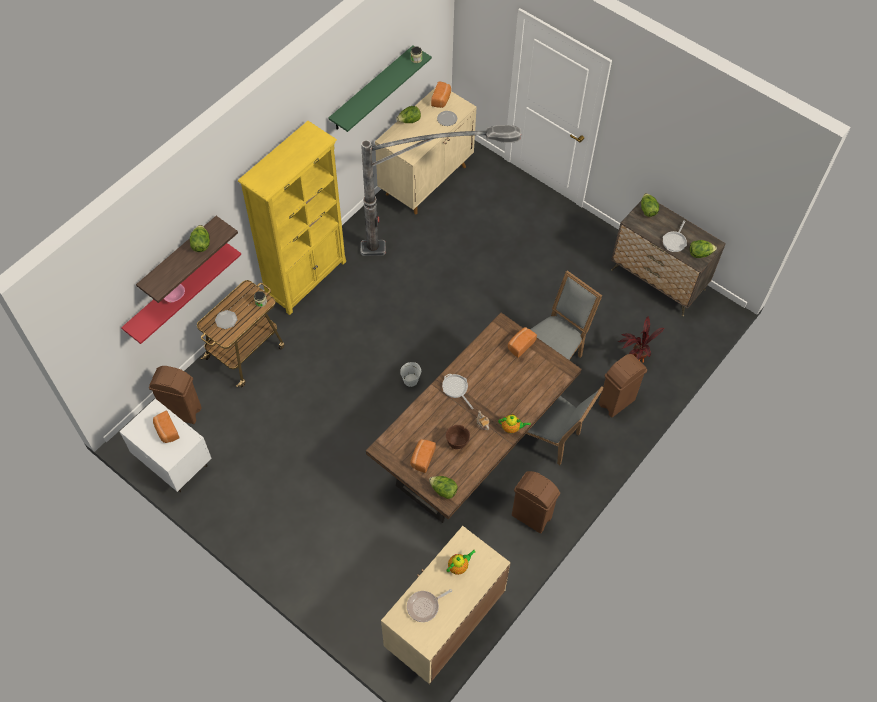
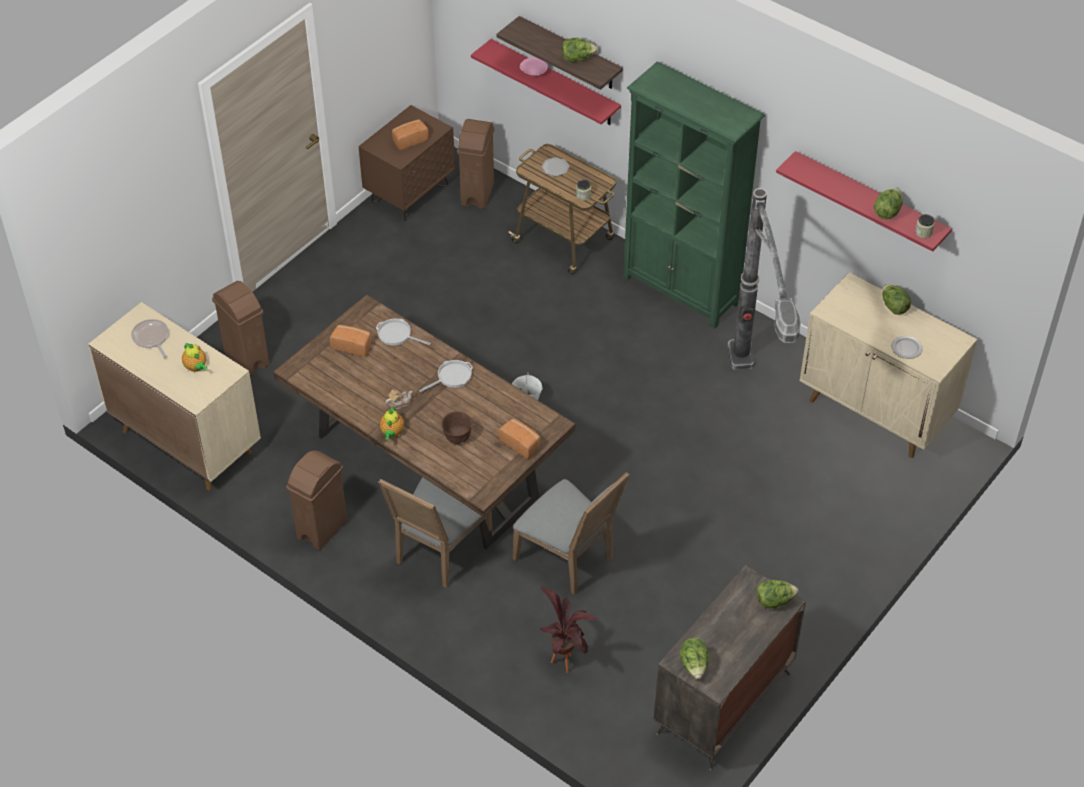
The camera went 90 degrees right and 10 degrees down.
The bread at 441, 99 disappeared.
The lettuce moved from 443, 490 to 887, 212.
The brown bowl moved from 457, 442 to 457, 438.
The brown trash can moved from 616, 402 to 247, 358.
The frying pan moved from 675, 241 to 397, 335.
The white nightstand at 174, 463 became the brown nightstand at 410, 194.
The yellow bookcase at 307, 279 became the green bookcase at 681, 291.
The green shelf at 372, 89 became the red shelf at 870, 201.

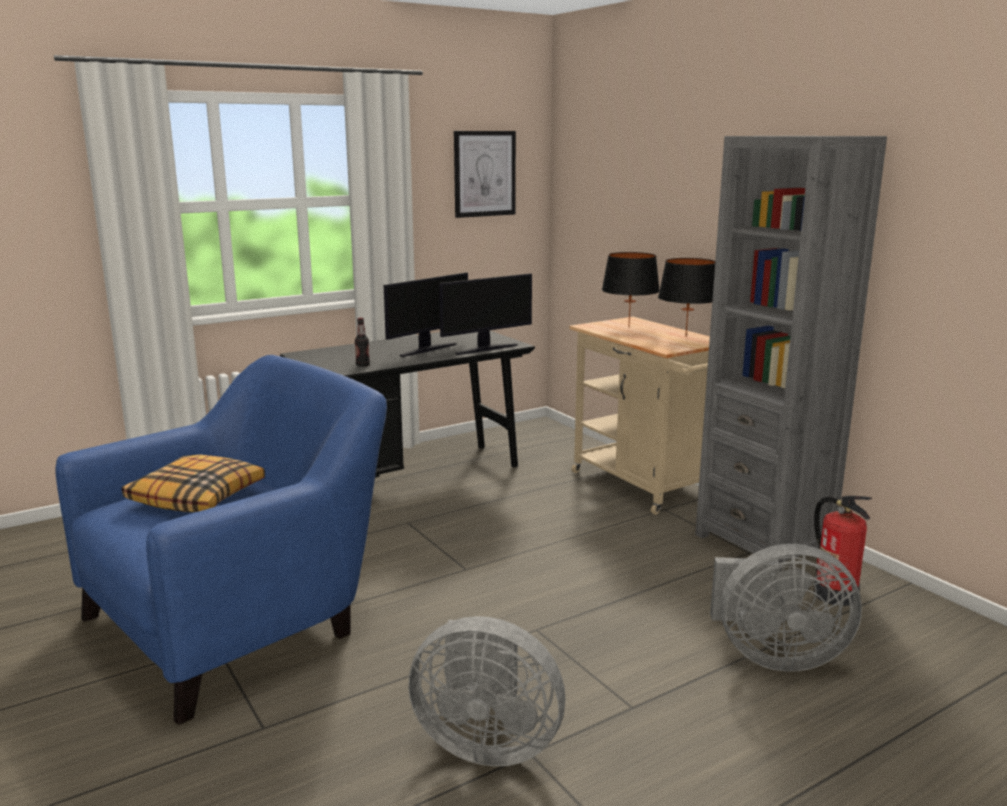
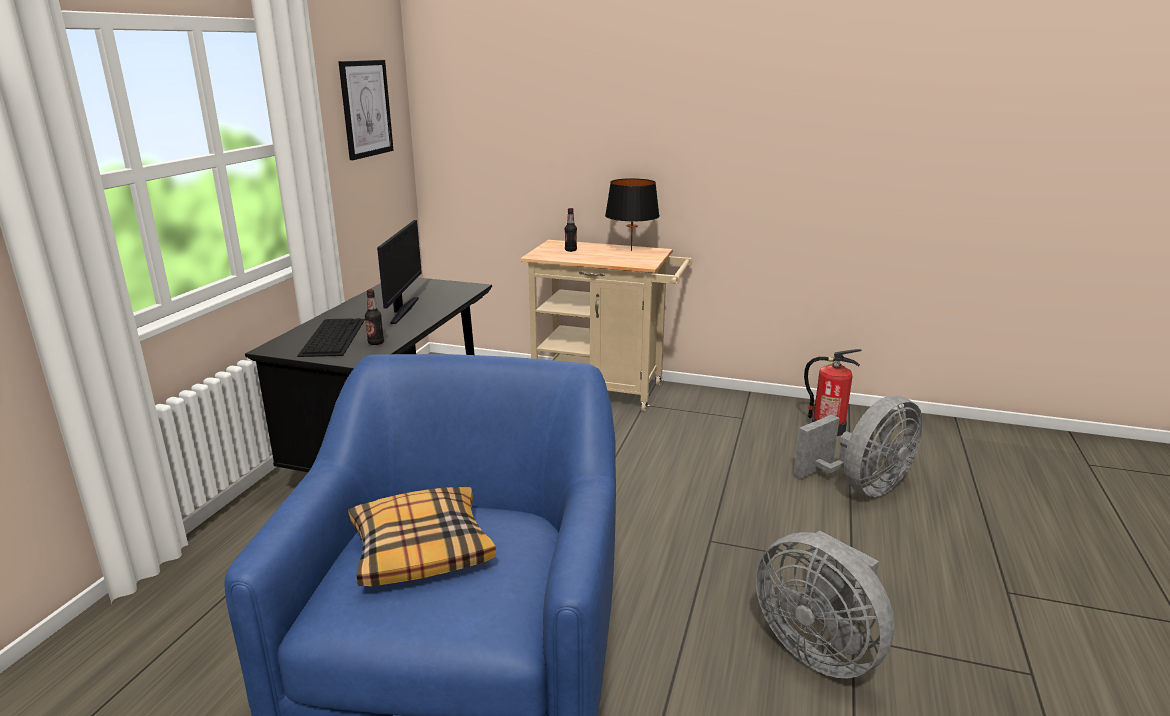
The camera went 40 degrees left and 5 degrees up.
The monitor at 485, 349 disappeared.
The grey bookcase at 763, 543 disappeared.
The keyboard at 333, 336 appeared.
The black table lamp at 628, 327 was replaced by the bottle at 570, 250.
The grey fan at 486, 743 turned 75 degrees clockwise.

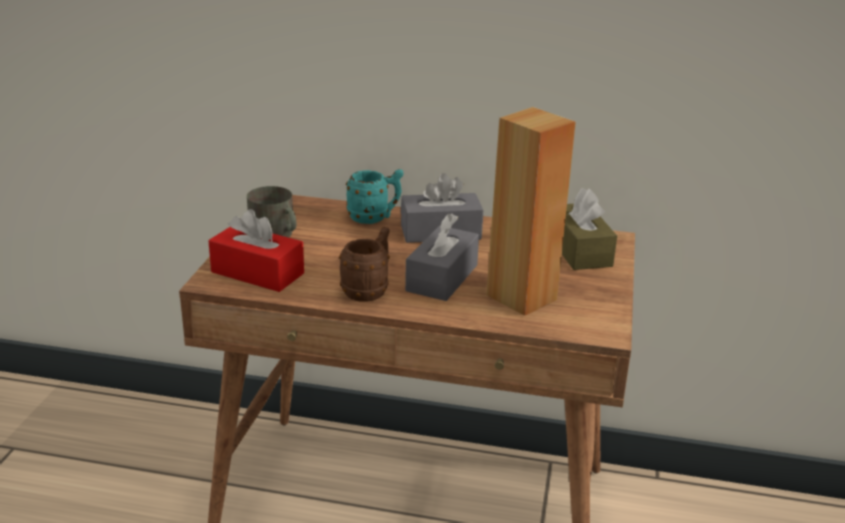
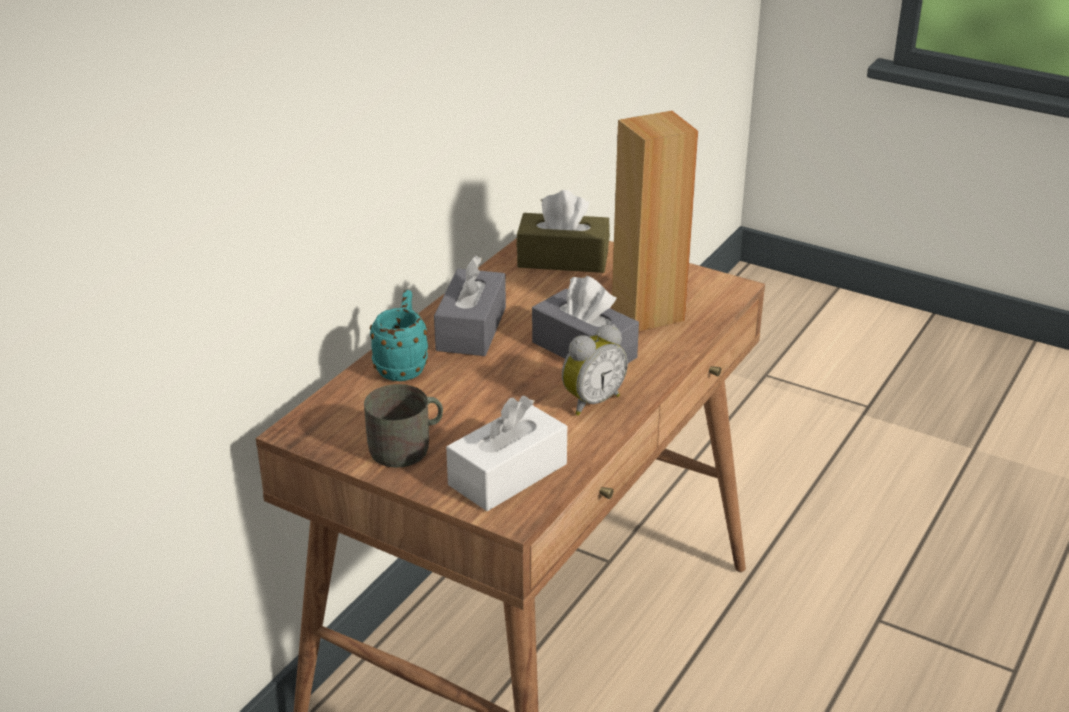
The camera went 70 degrees left and 5 degrees up.
The brown mug at 369, 290 was replaced by the alarm clock at 591, 401.
The red tissue box at 257, 273 became the white tissue box at 508, 474.

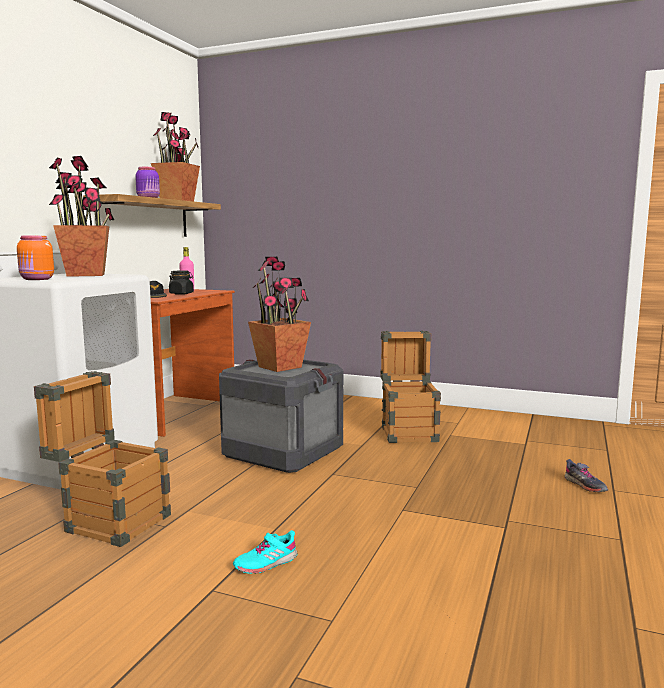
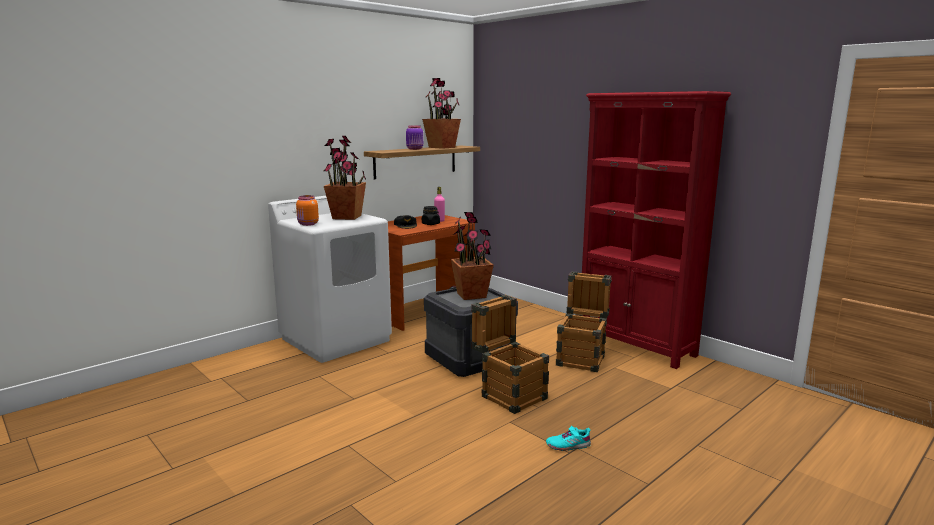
The camera went 25 degrees right and 5 degrees up.
The grey shoe at 585, 485 disappeared.
The red bookcase at 636, 345 appeared.
The crate moved from 110, 521 to 508, 394.
The turquoise shoe moved from 266, 563 to 568, 445.

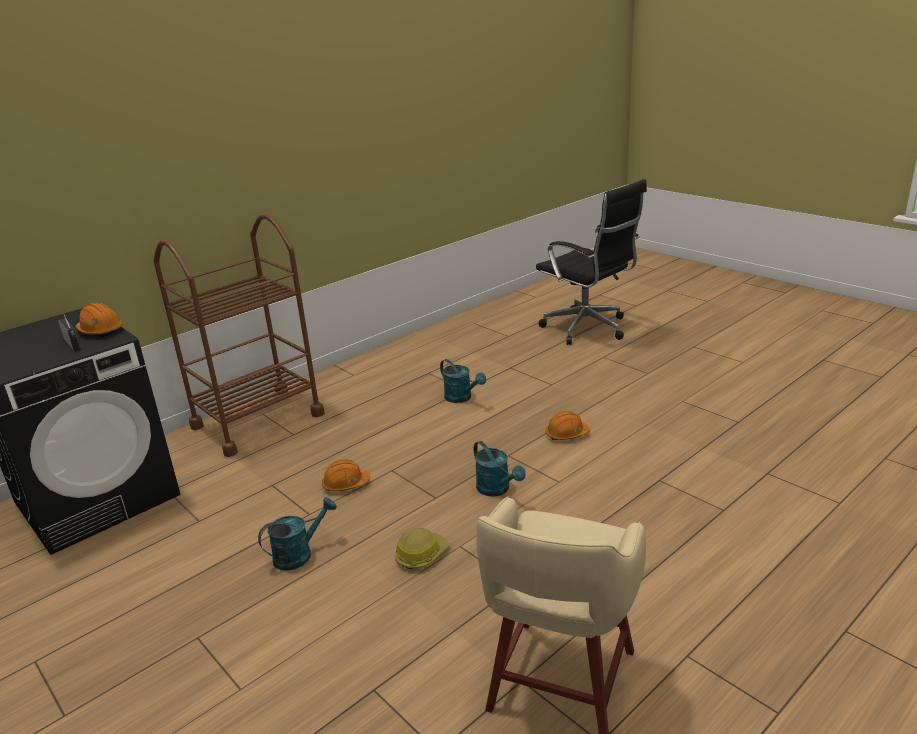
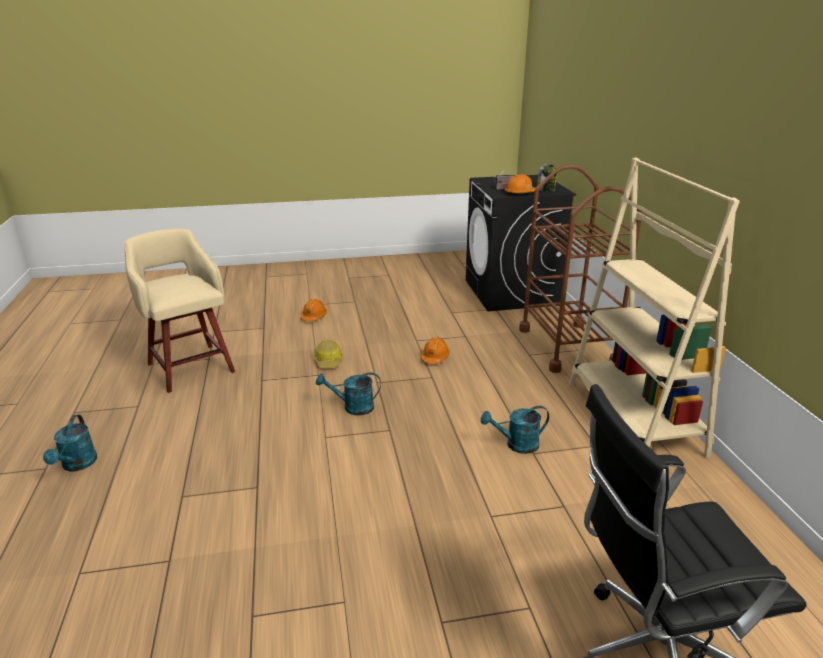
The camera went 120 degrees right and 0 degrees up.
The jar at 546, 189 appeared.
The beige bookcase at 633, 418 appeared.
The turquoise watering can moved from 299, 554 to 77, 465.
The orange hard hat moved from 566, 434 to 313, 317.

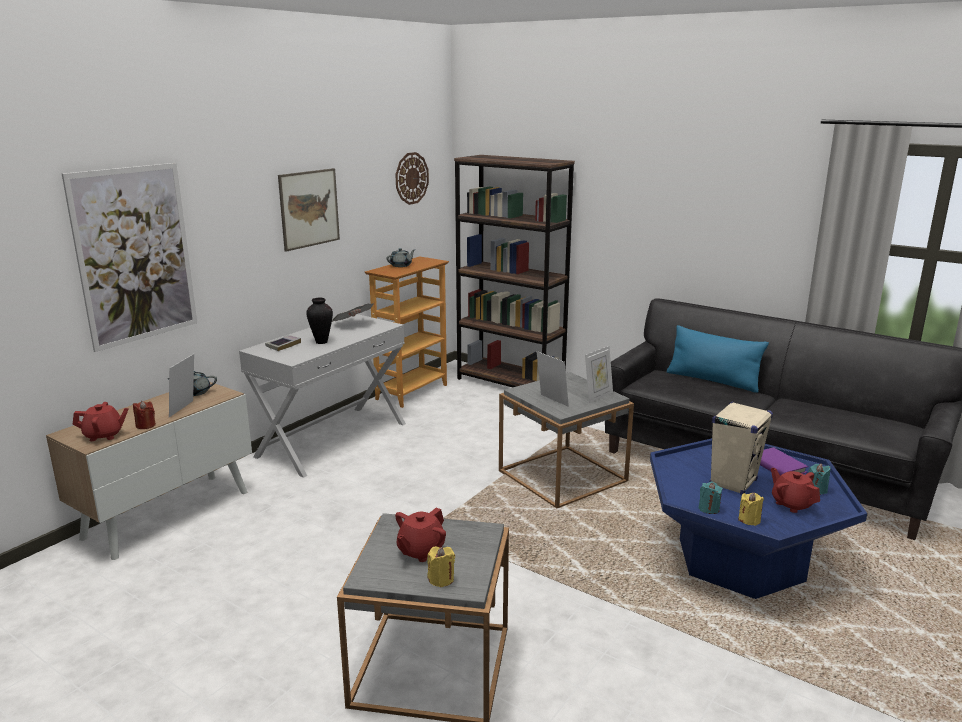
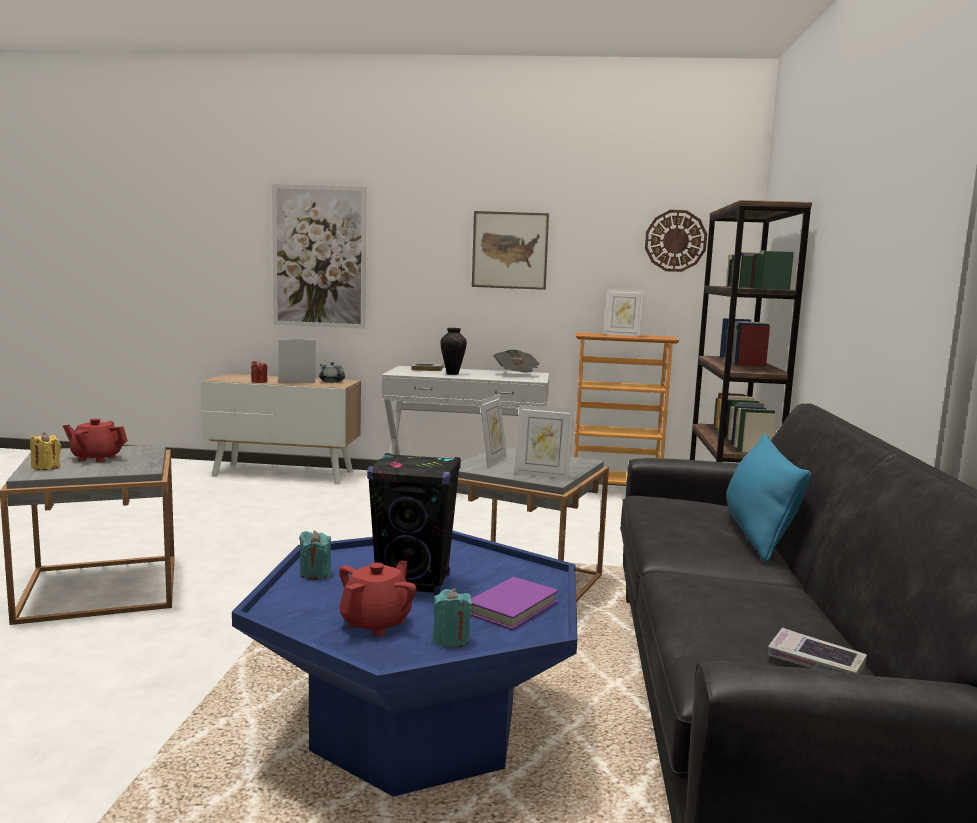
The camera went 60 degrees right and 10 degrees down.
The red teapot at 104, 435 disappeared.
The yellow candle at 749, 520 disappeared.
The book at 815, 662 appeared.
The grey teapot at 401, 265 was replaced by the picture frame at 622, 335.
The beige speaker at 733, 483 became the black speaker at 414, 582.

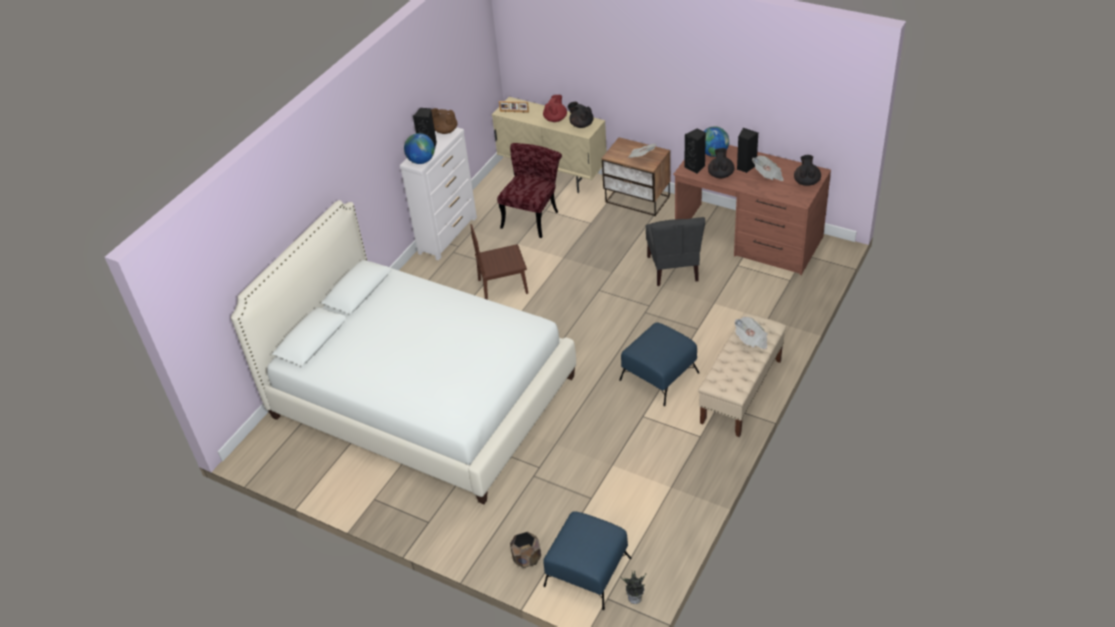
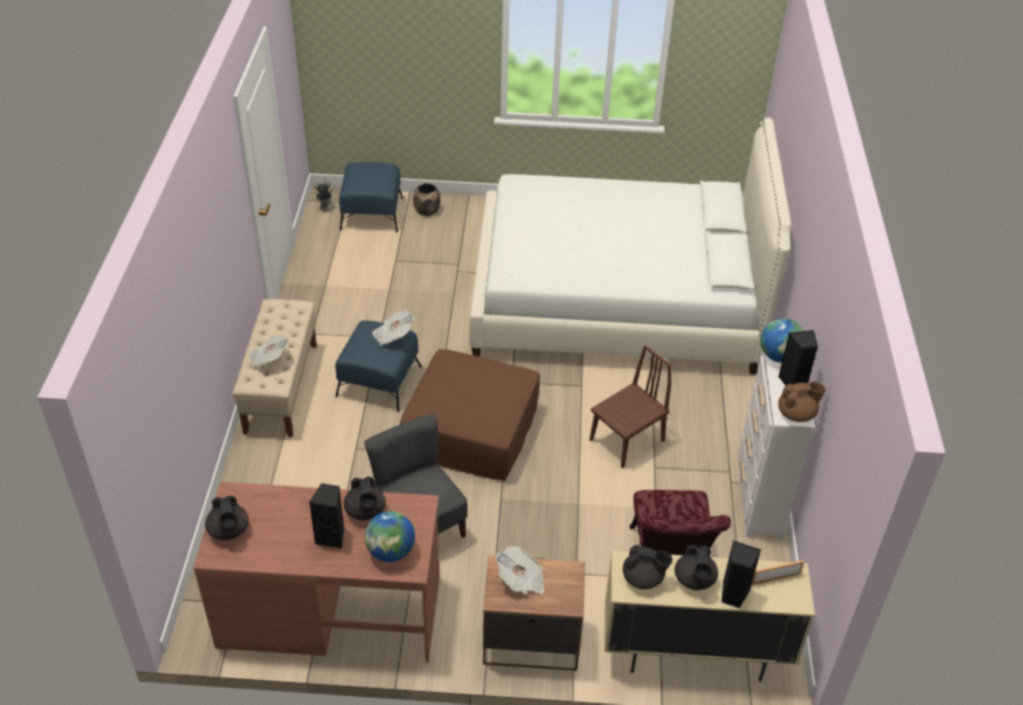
The camera went 150 degrees right and 0 degrees up.
The brown ottoman at 471, 431 appeared.
The black speaker moved from 695, 167 to 733, 594.
The newspaper moved from 768, 176 to 393, 336.
The red teapot at 555, 119 became the black teapot at 694, 580.

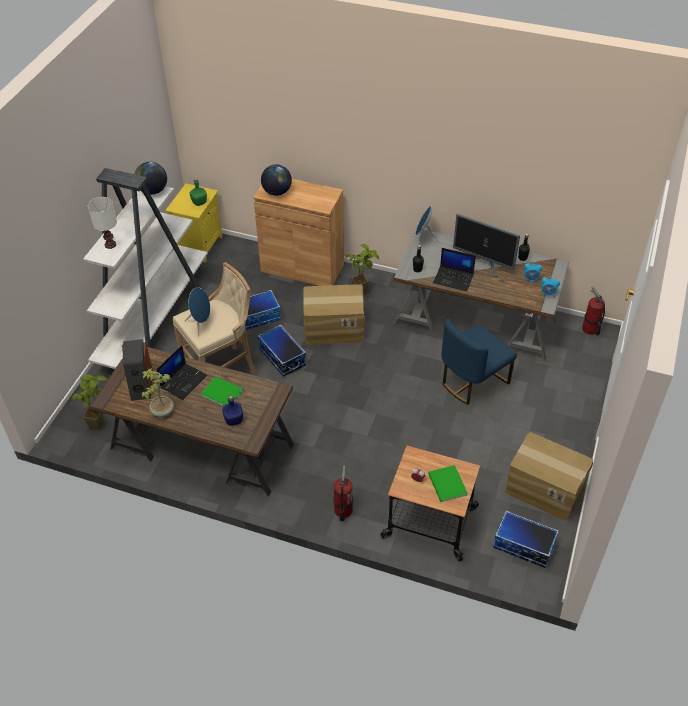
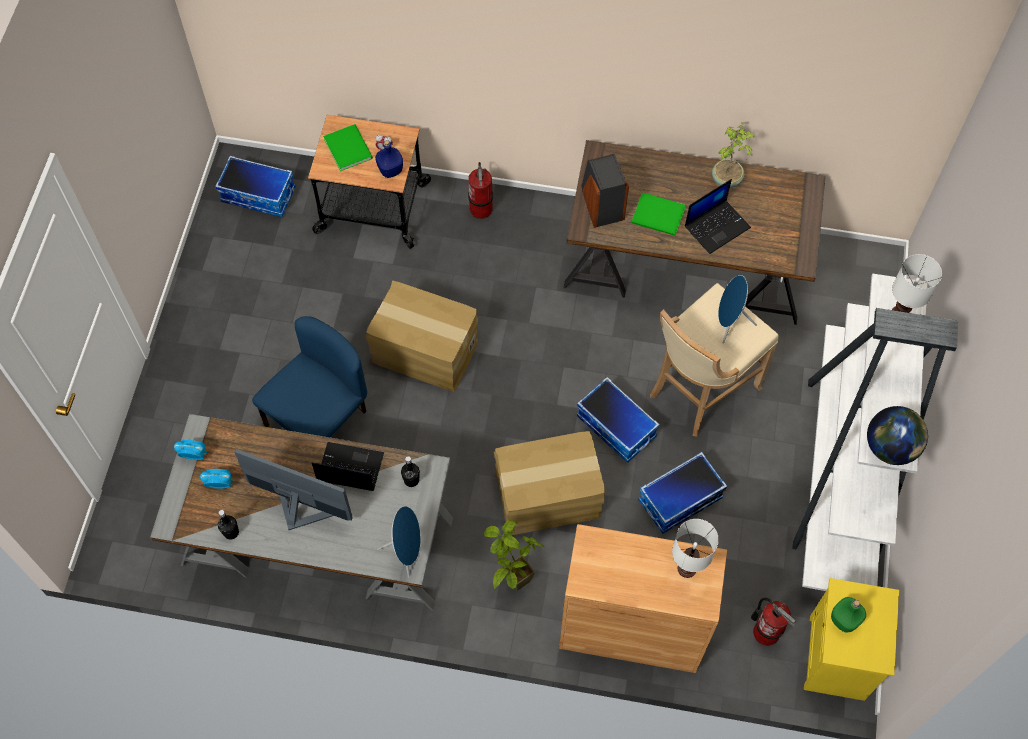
The camera went 170 degrees right and 15 degrees up.
The potted plant at 100, 422 disappeared.
The speaker moved from 141, 385 to 601, 204.
The blue bottle moved from 234, 420 to 390, 170.
The cardboard box moved from 545, 488 to 424, 352.
The fire extinguisher moved from 590, 329 to 766, 632.
The globe at 277, 192 was replaced by the white table lamp at 687, 569.
The laptop at 183, 381 turned 150 degrees counterclockwise.

